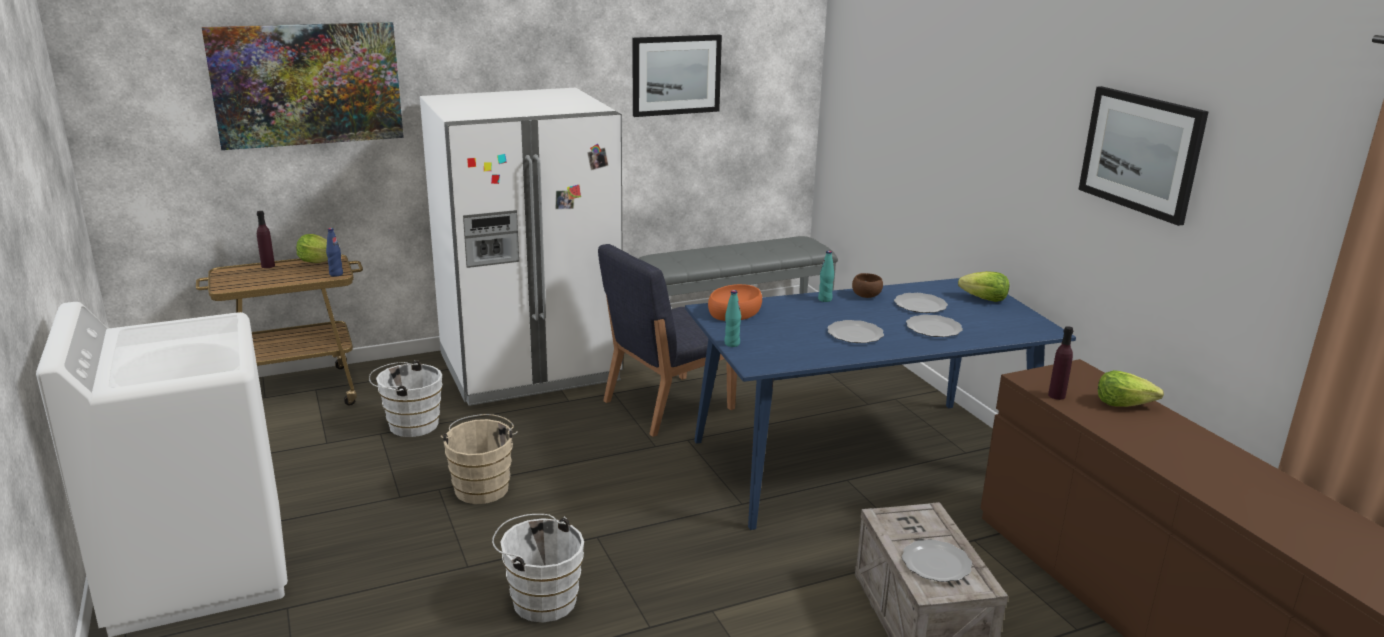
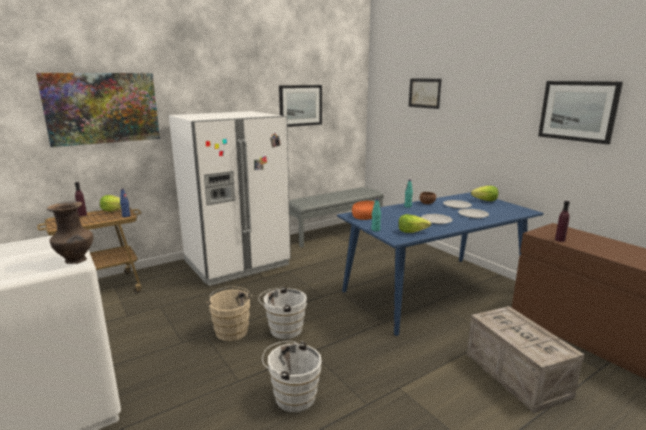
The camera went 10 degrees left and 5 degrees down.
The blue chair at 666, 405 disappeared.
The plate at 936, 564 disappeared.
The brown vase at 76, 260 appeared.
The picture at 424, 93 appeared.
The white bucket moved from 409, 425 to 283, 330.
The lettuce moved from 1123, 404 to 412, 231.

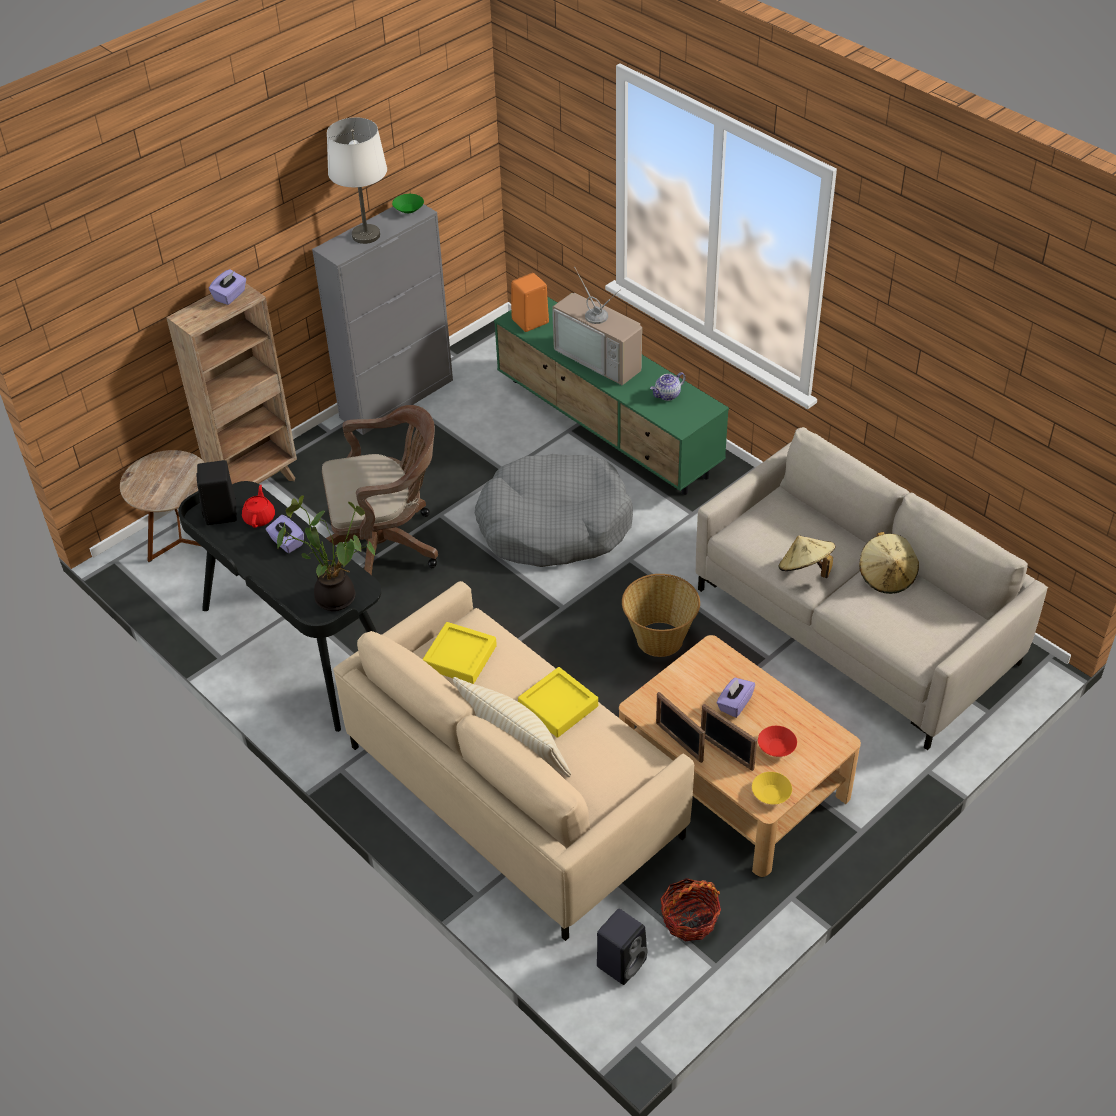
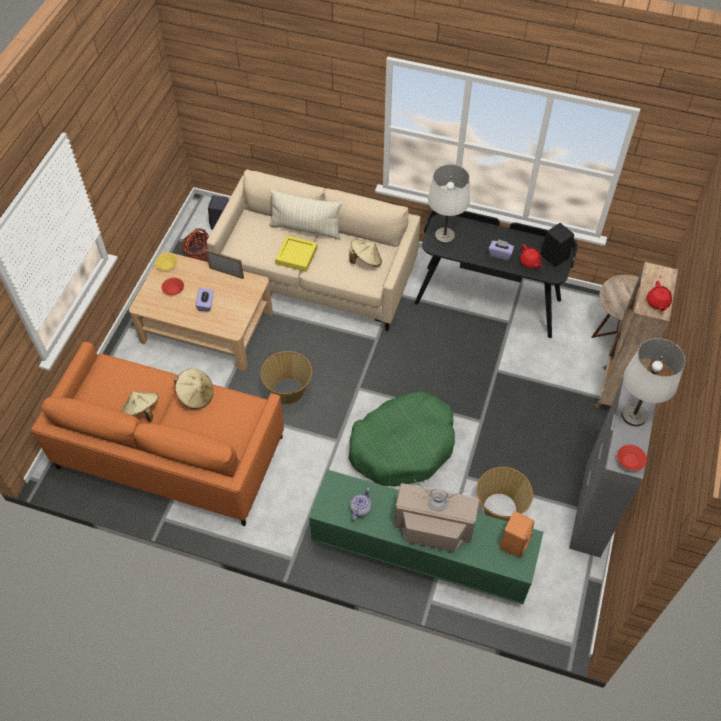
The camera went 150 degrees right and 10 degrees up.
The brown office chair at 386, 545 disappeared.
The picture frame at 726, 752 disappeared.
The basket at 499, 509 appeared.
The purple tissue box at 230, 296 was replaced by the red teapot at 657, 303.
The potted plant at 336, 595 was replaced by the white table lamp at 445, 236.
The yellow tray at 460, 657 was replaced by the beige hat at 365, 260.
The green bowl at 408, 209 became the red bowl at 629, 460.
The grey dog bed at 554, 525 became the green dog bed at 402, 446.
The beige sofa at 855, 627 became the orange sofa at 170, 451.

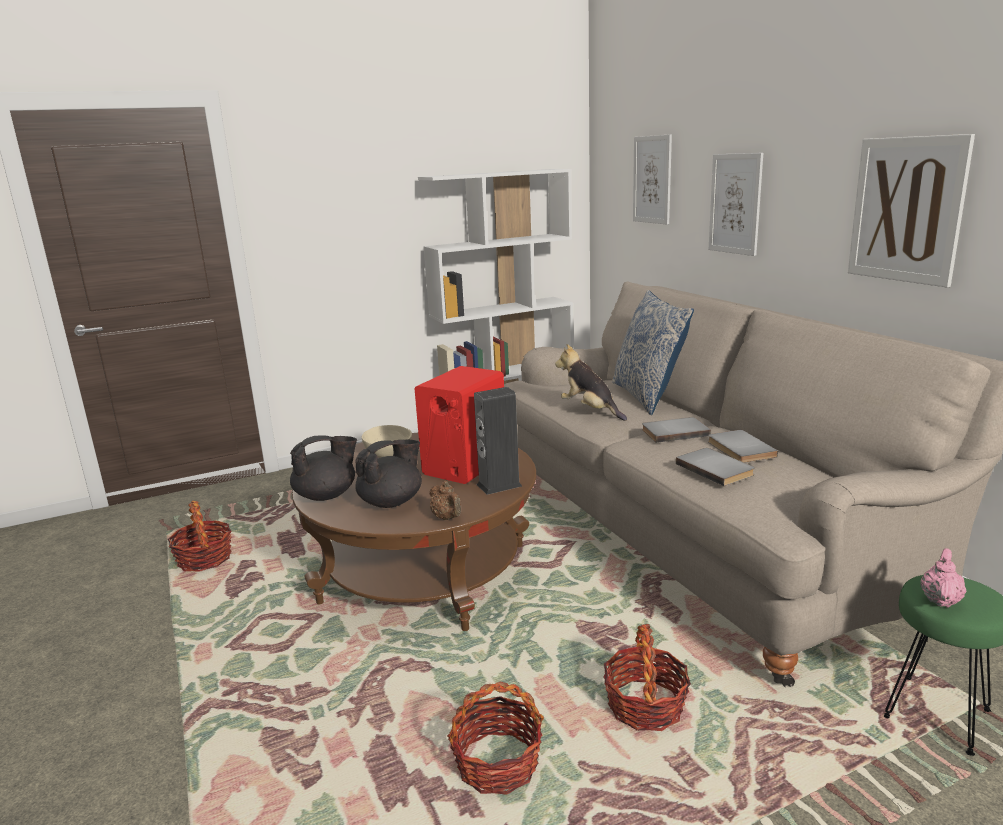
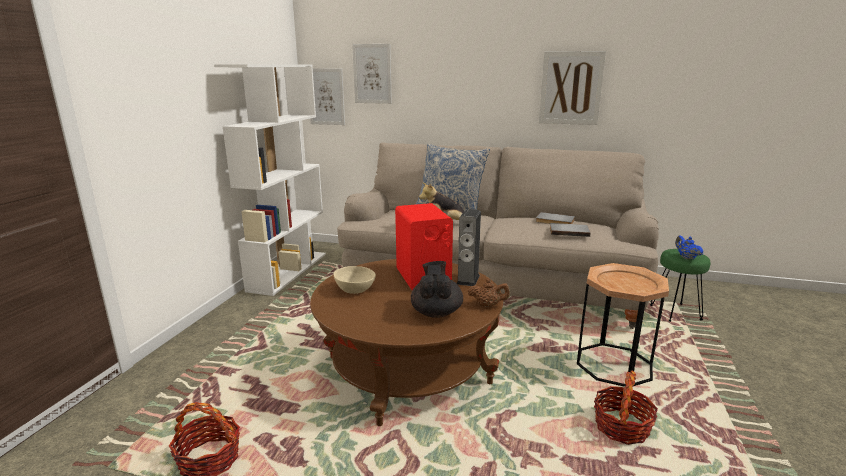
The camera went 50 degrees left and 0 degrees up.
The black teapot at 327, 495 disappeared.
The grey book at 674, 432 disappeared.
The picture moved from 735, 204 to 326, 96.
The basket at 645, 706 was replaced by the brown side table at 614, 365.
The pink teapot at 940, 599 became the blue teapot at 686, 257.

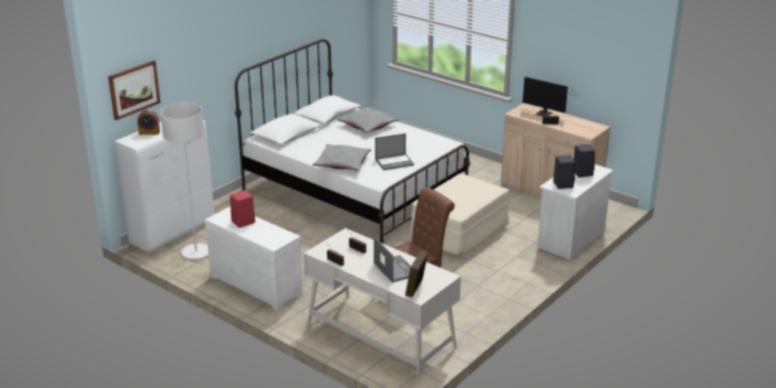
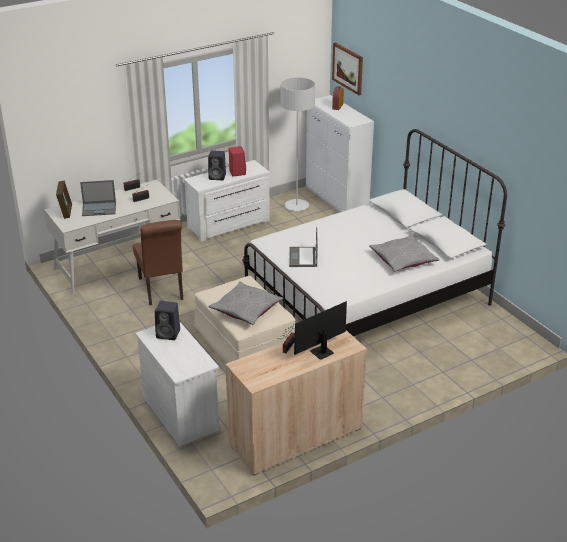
The camera went 110 degrees right and 5 degrees up.
The grey pillow moved from 342, 163 to 246, 309.
The black speaker moved from 582, 173 to 218, 177.
The picture frame at 416, 288 turned 45 degrees clockwise.

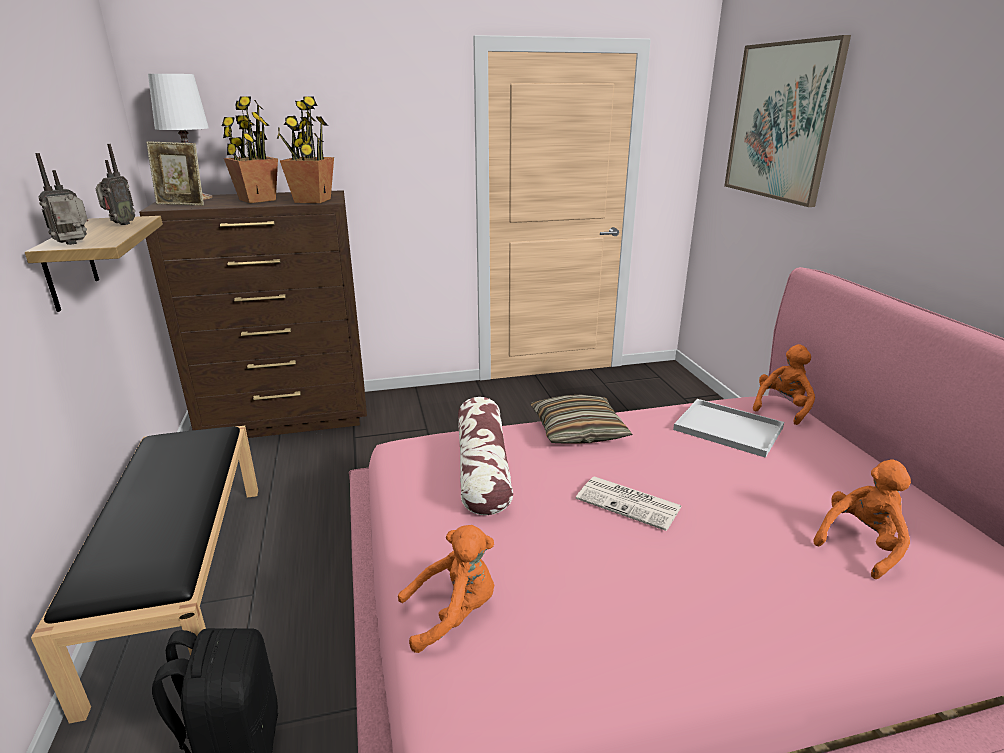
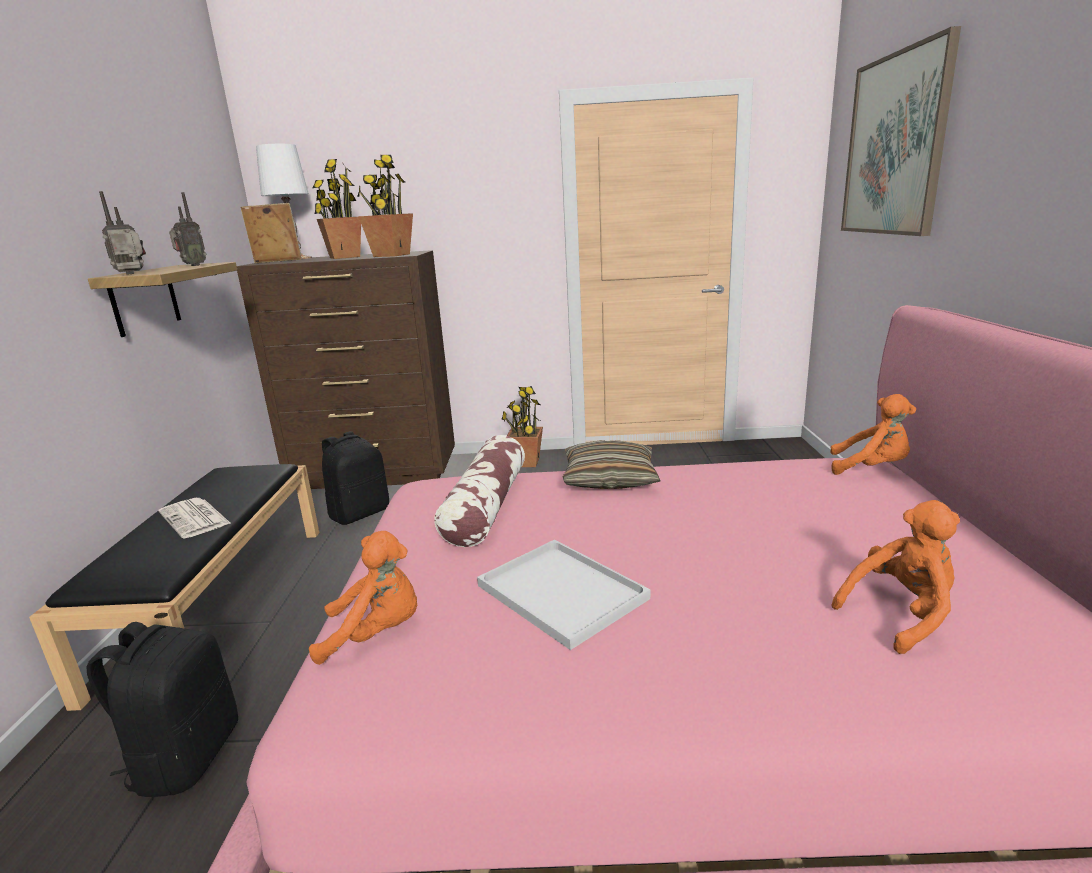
The camera went 15 degrees right and 5 degrees down.
The black backpack at 360, 513 appeared.
The potted plant at 526, 463 appeared.
The newspaper moved from 630, 503 to 195, 518.
The white tray moved from 726, 428 to 558, 591.
The picture frame at 182, 204 turned 150 degrees clockwise.
The orange plush toy at 782, 407 turned 60 degrees clockwise.

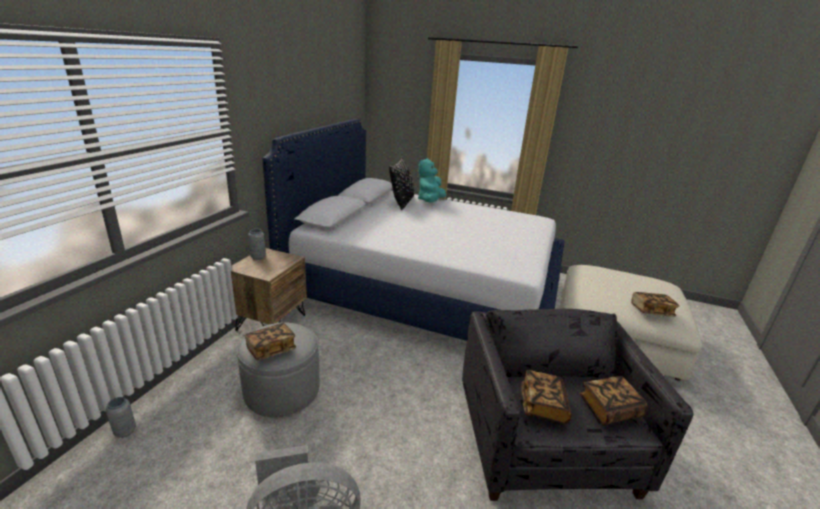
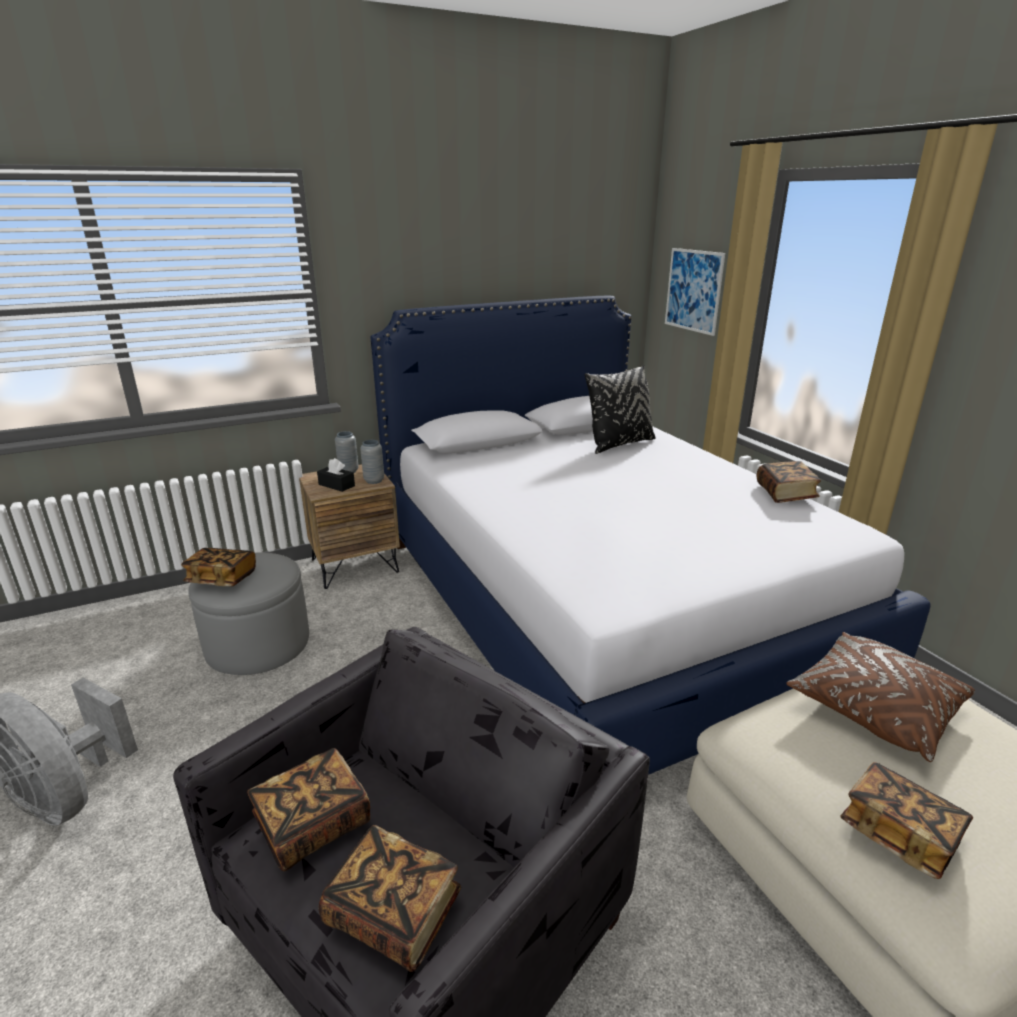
The camera went 45 degrees right and 0 degrees up.
The turquoise plush toy at 430, 201 disappeared.
The black tissue box at 336, 485 appeared.
The picture at 693, 290 appeared.
The book at 785, 494 appeared.
The brown pillow at 874, 708 appeared.
The grey vase moved from 125, 431 to 374, 481.

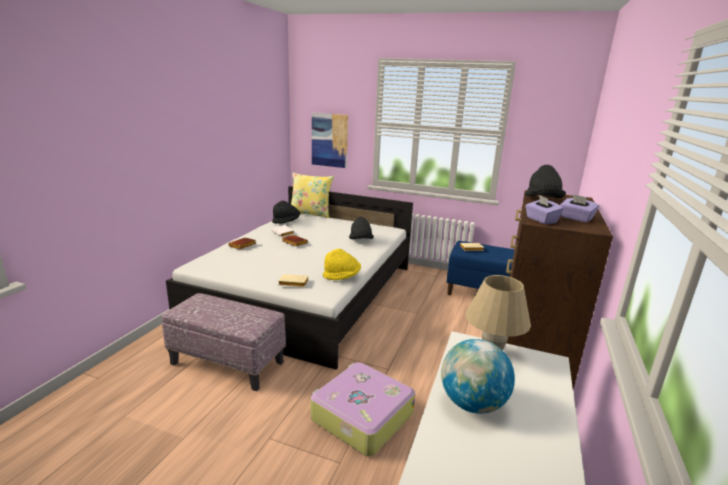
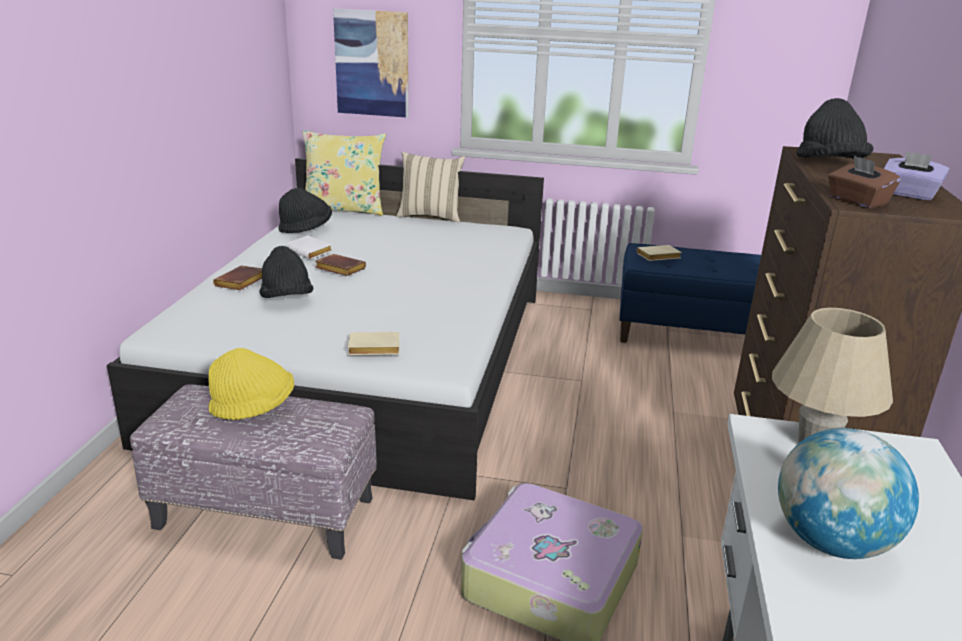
The camera went 10 degrees left and 5 degrees up.
The beige pillow at 430, 216 appeared.
The yellow hat moved from 342, 277 to 254, 408.
The black hat moved from 360, 241 to 286, 299.
The purple tissue box at 541, 220 became the brown tissue box at 857, 201.

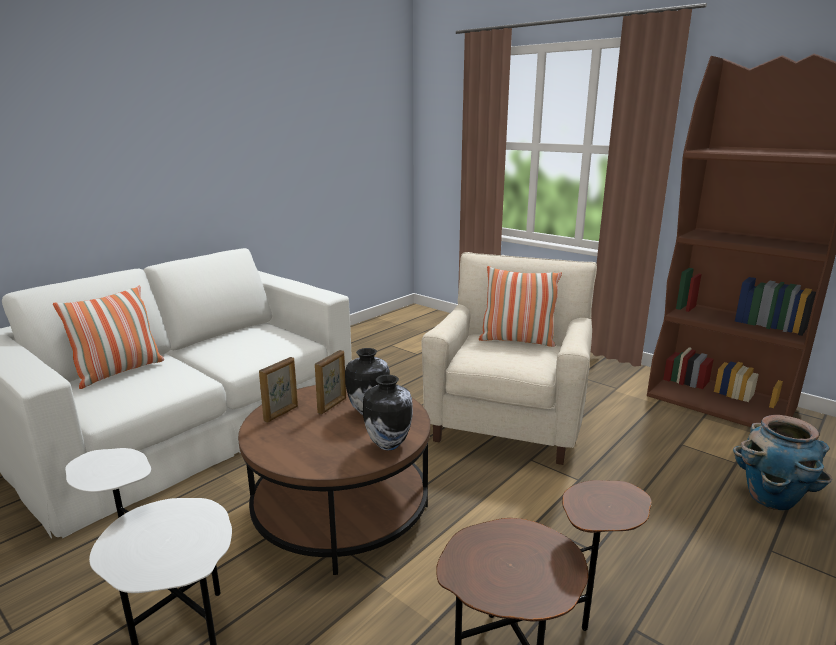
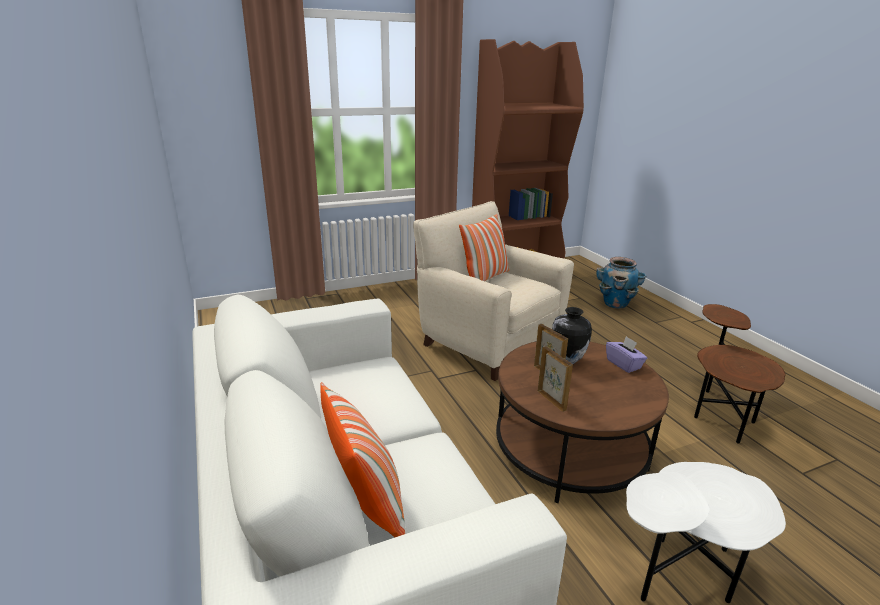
The camera went 65 degrees left and 5 degrees up.
The vase at 388, 444 was replaced by the purple tissue box at 624, 364.

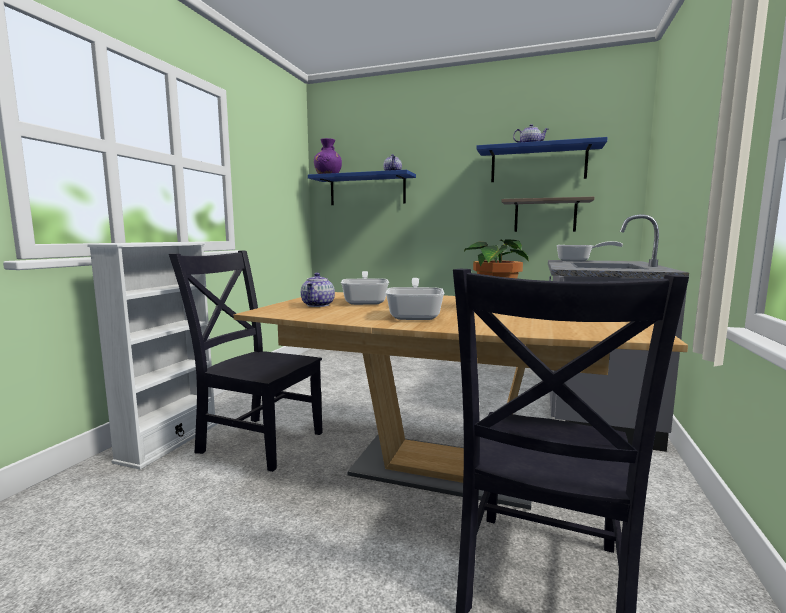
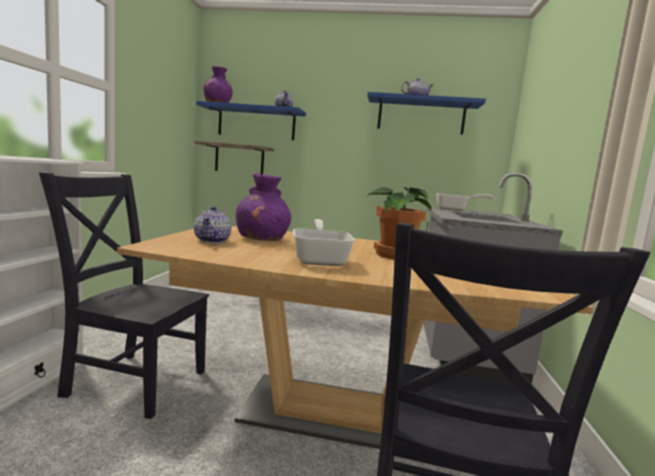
The camera went 10 degrees left and 0 degrees up.
The shelf moved from 545, 216 to 239, 159.
The frying pan at 366, 301 was replaced by the purple vase at 262, 239.

